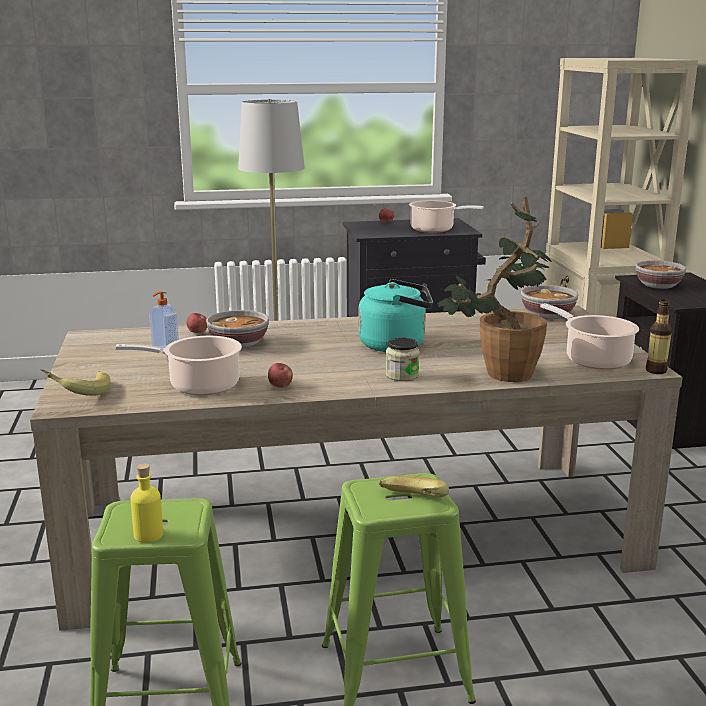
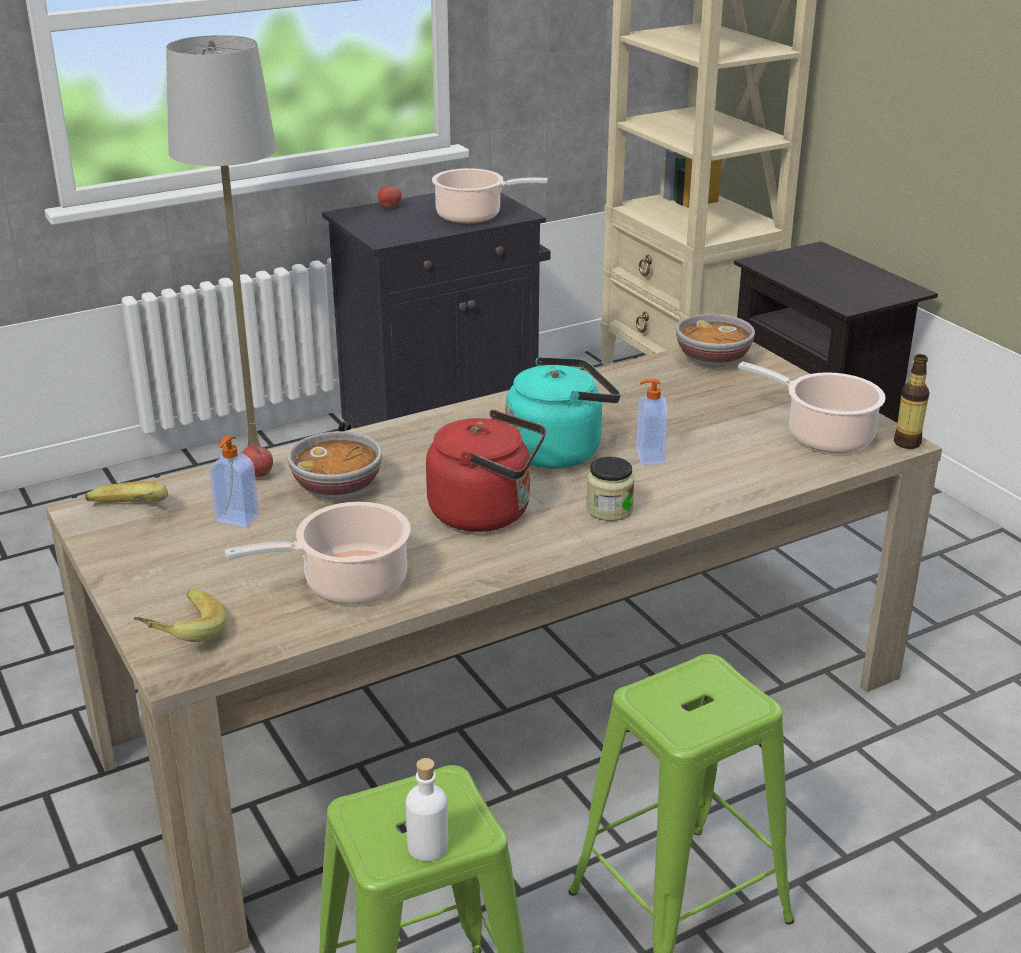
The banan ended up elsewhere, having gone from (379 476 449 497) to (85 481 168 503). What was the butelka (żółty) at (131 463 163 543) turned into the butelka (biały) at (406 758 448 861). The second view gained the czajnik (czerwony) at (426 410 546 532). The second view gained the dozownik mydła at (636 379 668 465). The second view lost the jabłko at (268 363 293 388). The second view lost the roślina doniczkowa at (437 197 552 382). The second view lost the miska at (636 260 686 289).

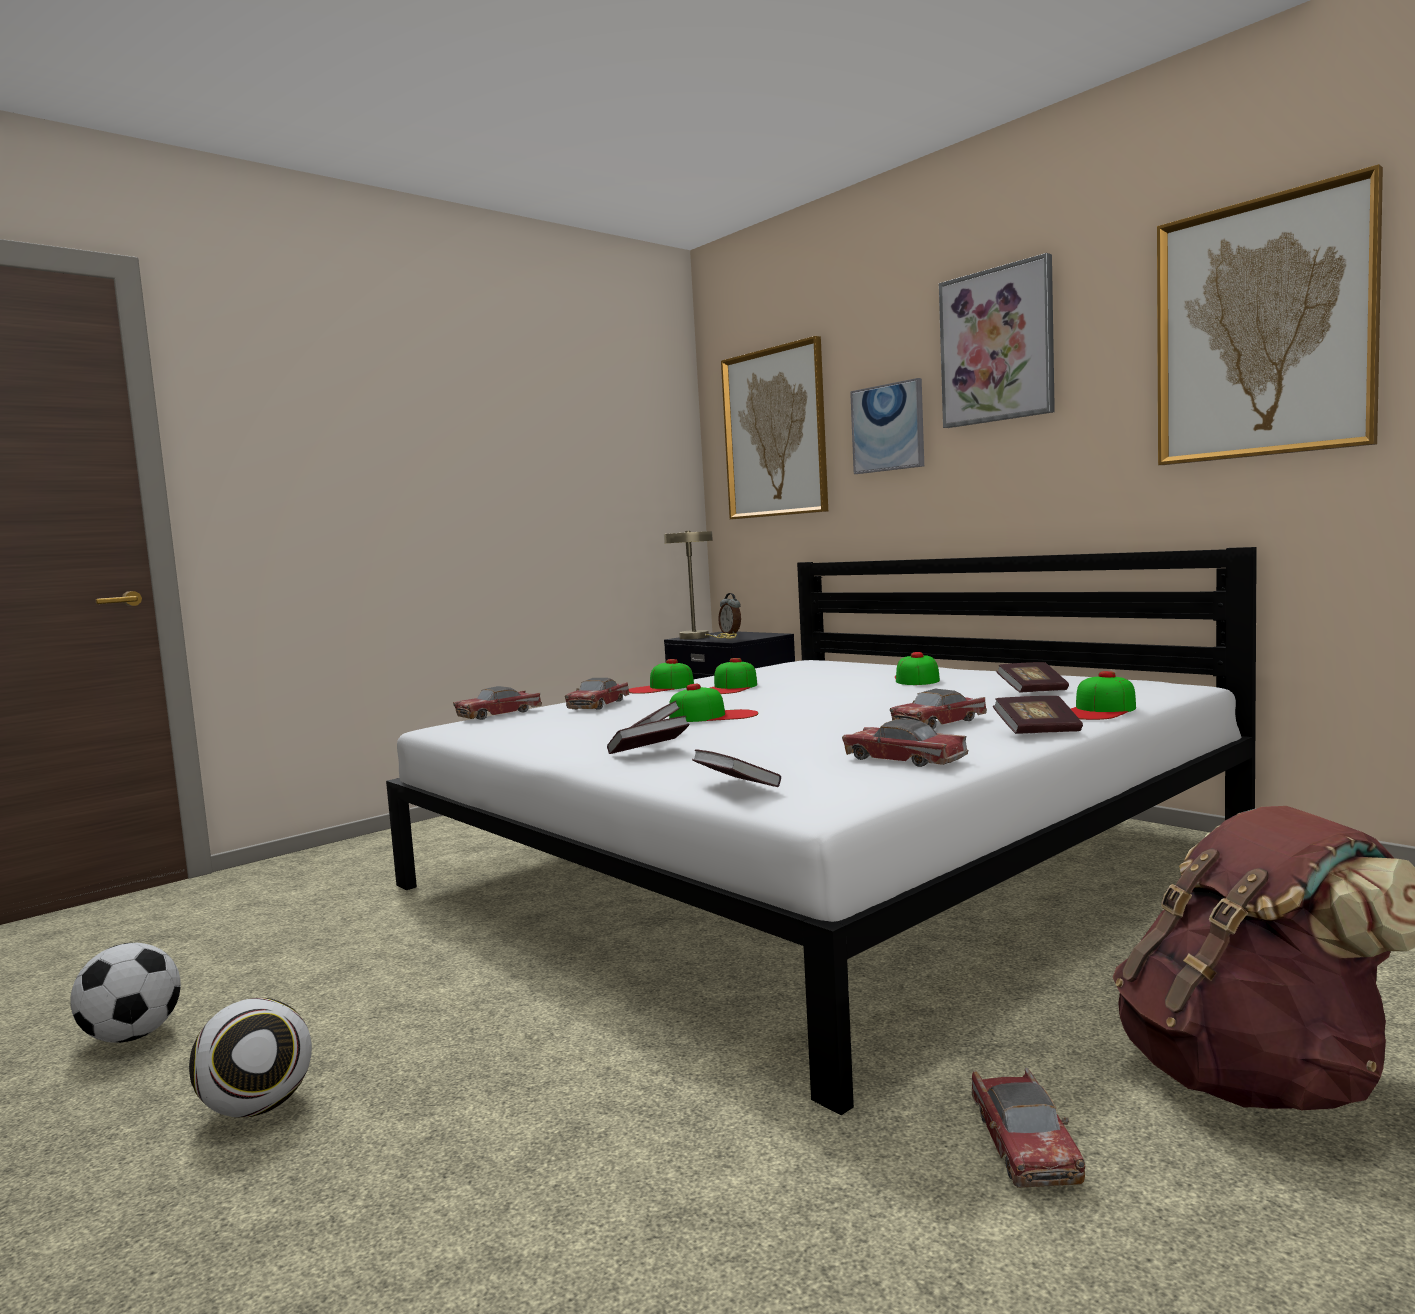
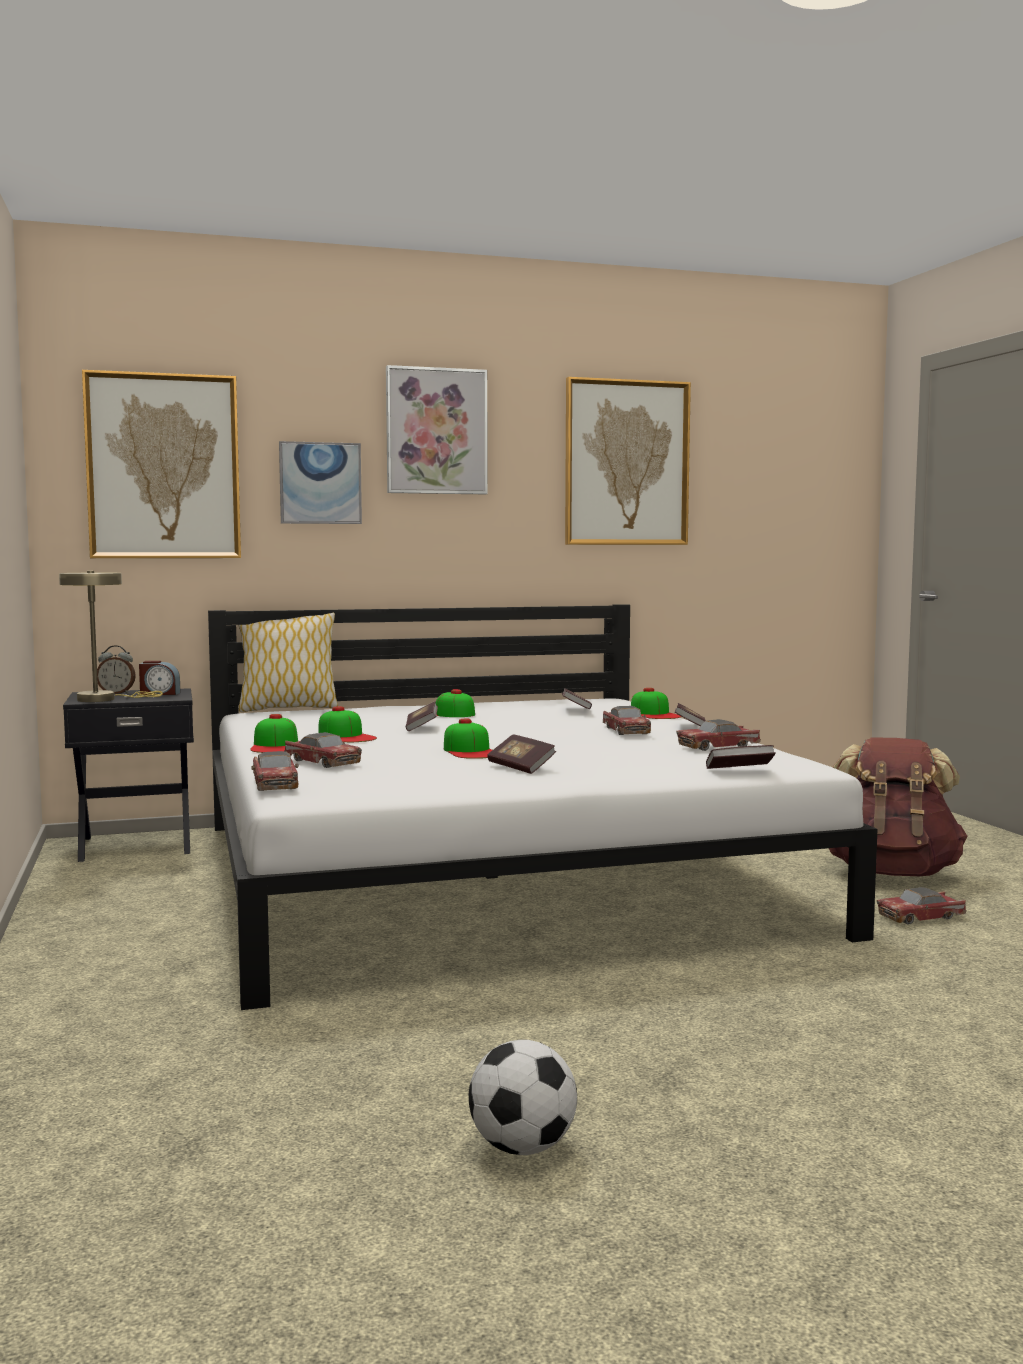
The second view gained the budzik at (139 661 181 695). The second view gained the poduszka at (238 613 339 712). The książka ended up elsewhere, having gone from (607 716 690 754) to (406 701 438 731). The czapka z daszkiem at (669 684 759 722) ended up facing another way, 135 degrees clockwise from before. The samochodzik at (972 1068 1085 1188) ended up facing another way, 135 degrees clockwise from before. The second view lost the piłka futbolowa at (189 998 312 1118).

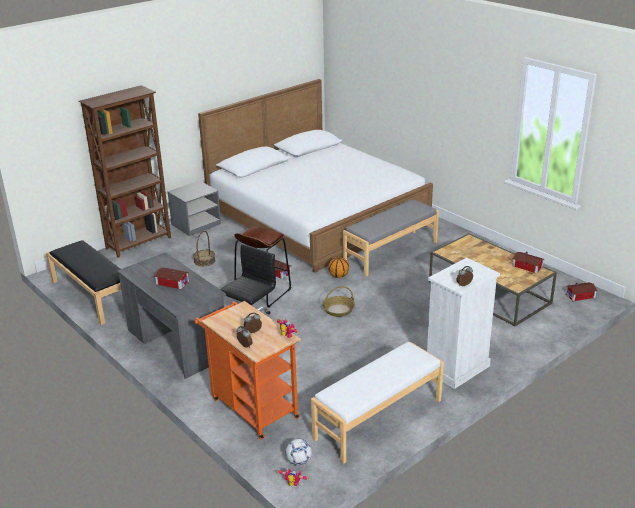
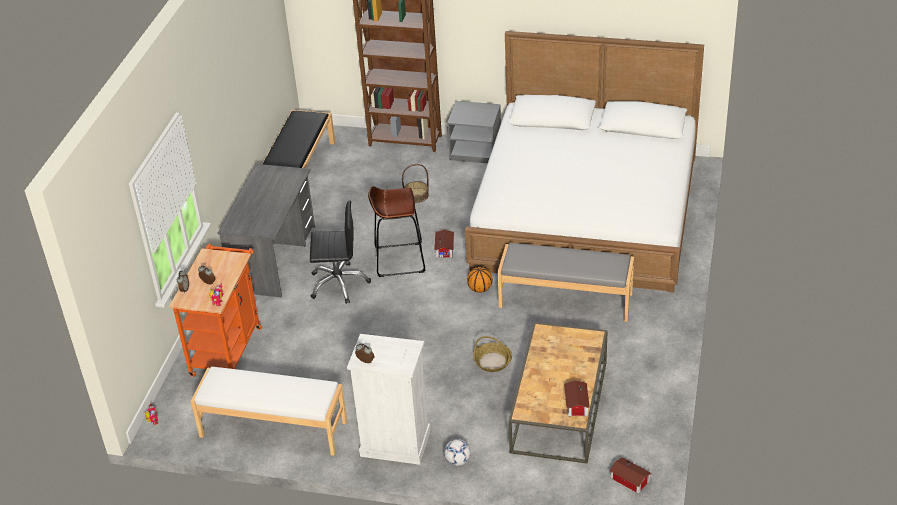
The piłka futbolowa ended up elsewhere, having gone from (285 438 312 466) to (444 439 471 466). The koszyk ended up elsewhere, having gone from (323 286 355 317) to (473 336 512 372). The second view lost the domek at (154 267 189 289).

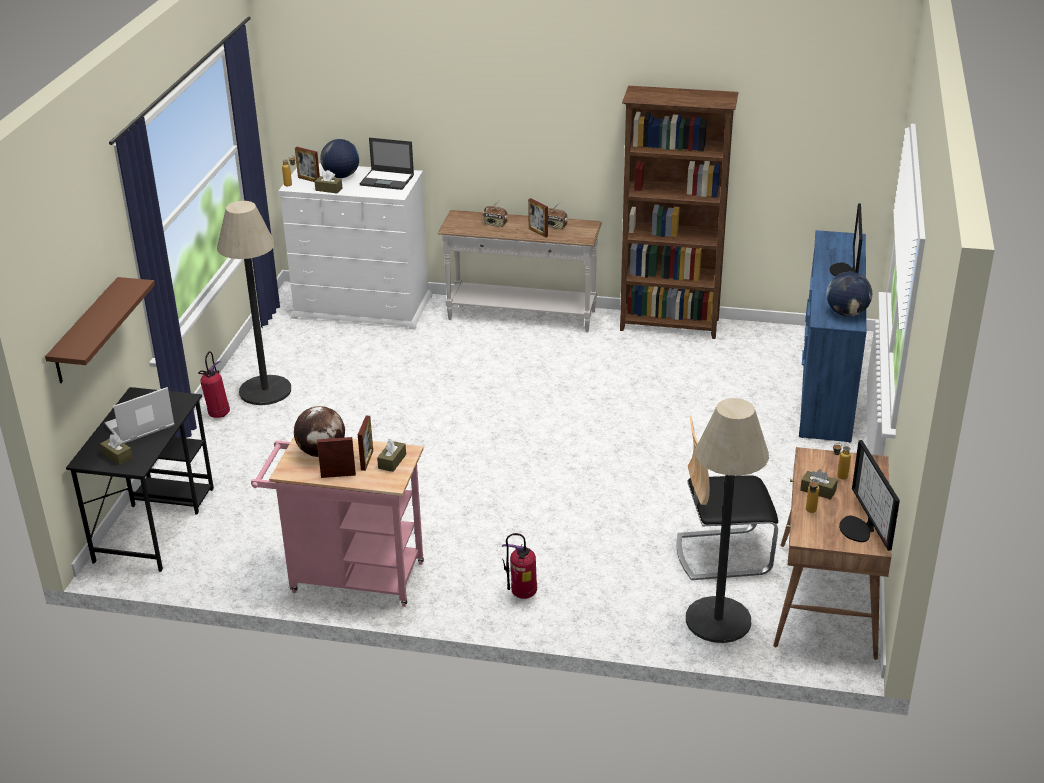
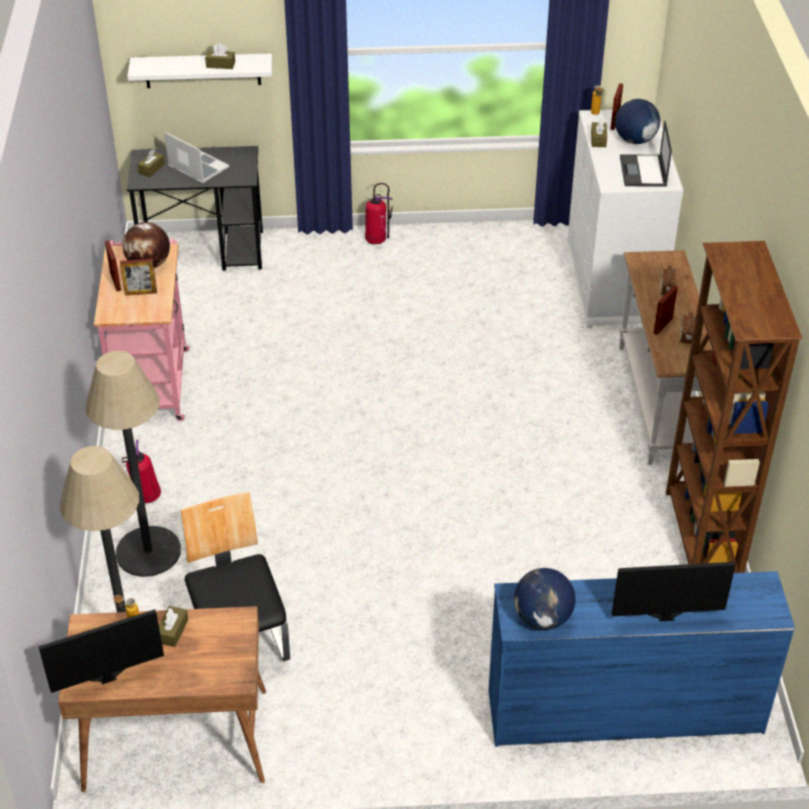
The lampa stojąca ended up elsewhere, having gone from (217 201 291 405) to (85 351 181 577). What was the półka (brązowy) at (45 277 155 383) turned into the półka (biały) at (127 53 272 88). The pudełko chusteczek (brązowy) ended up elsewhere, having gone from (377 439 406 472) to (205 44 235 69). The second view lost the butelka at (833 443 851 479).

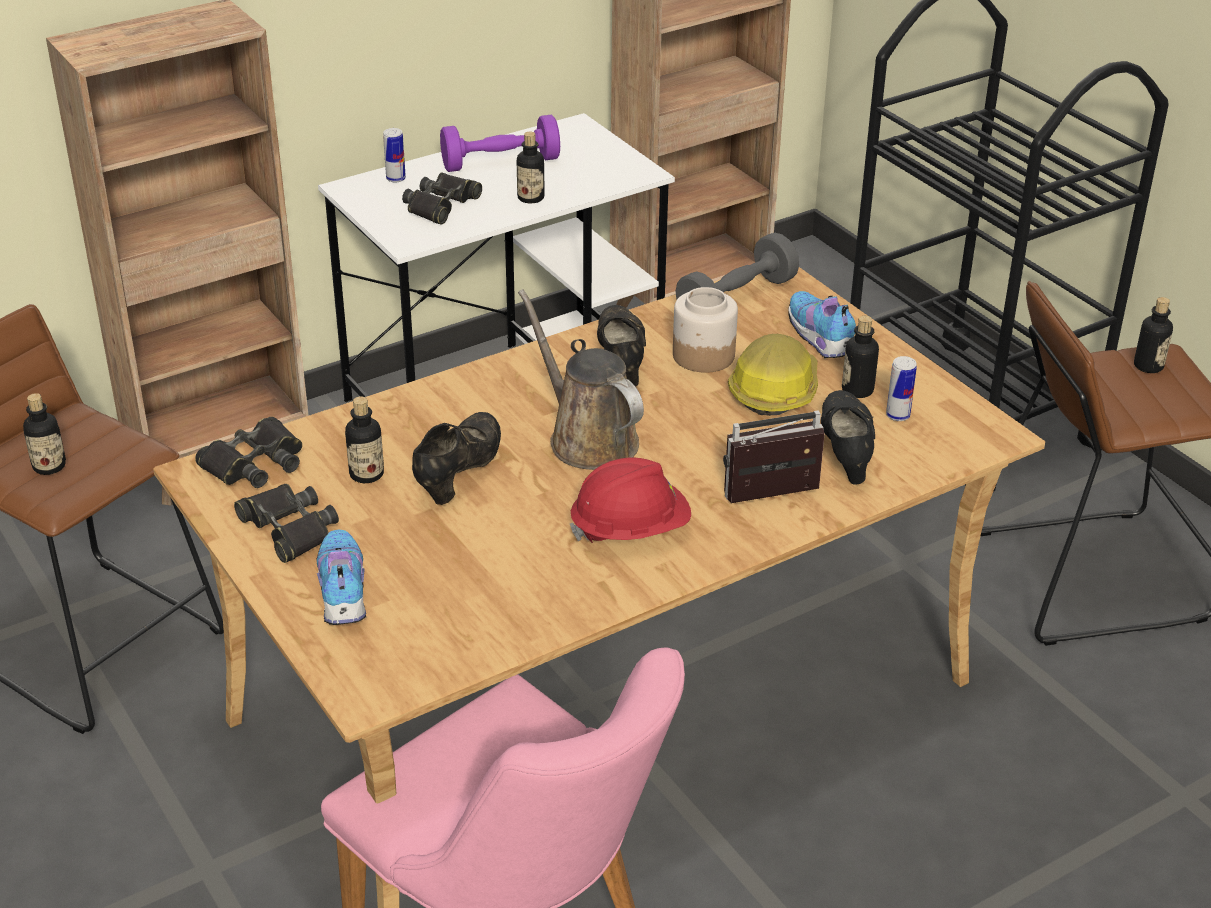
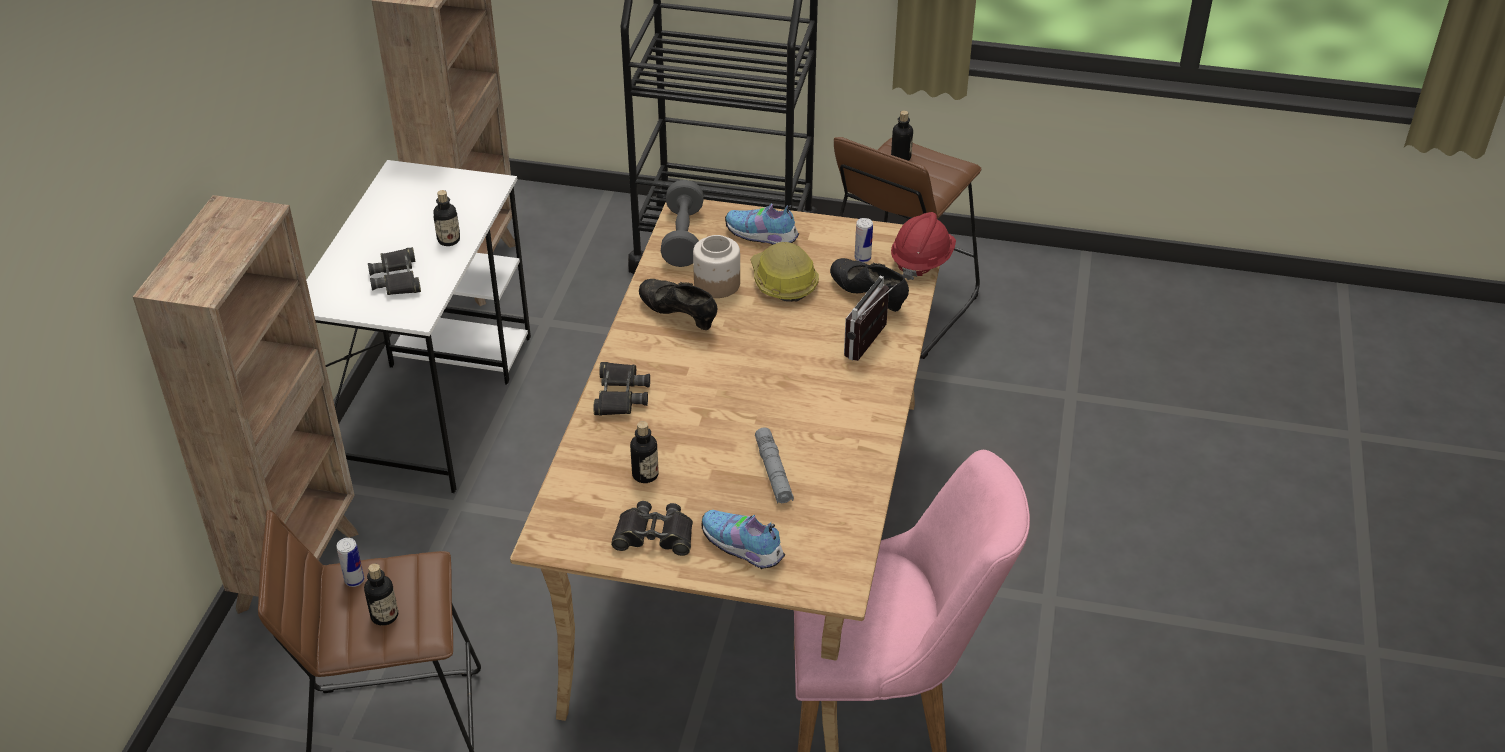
The puszka ended up elsewhere, having gone from (383 128 406 182) to (337 538 364 587). The lornetka (czarny) ended up elsewhere, having gone from (195 417 302 488) to (593 362 650 416). The second view gained the latarka (szary) at (755 427 794 504). The kask (czerwony) ended up elsewhere, having gone from (570 457 691 543) to (891 212 956 280). The second view lost the but (czarny) at (412 412 501 505). The second view lost the hantel (fioletowy) at (440 115 560 172). The second view lost the konewka (brązowy) at (518 289 644 470). The second view lost the butelka at (842 316 879 398).

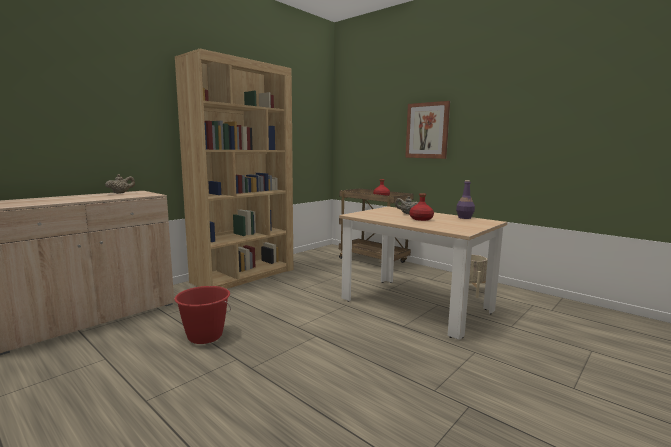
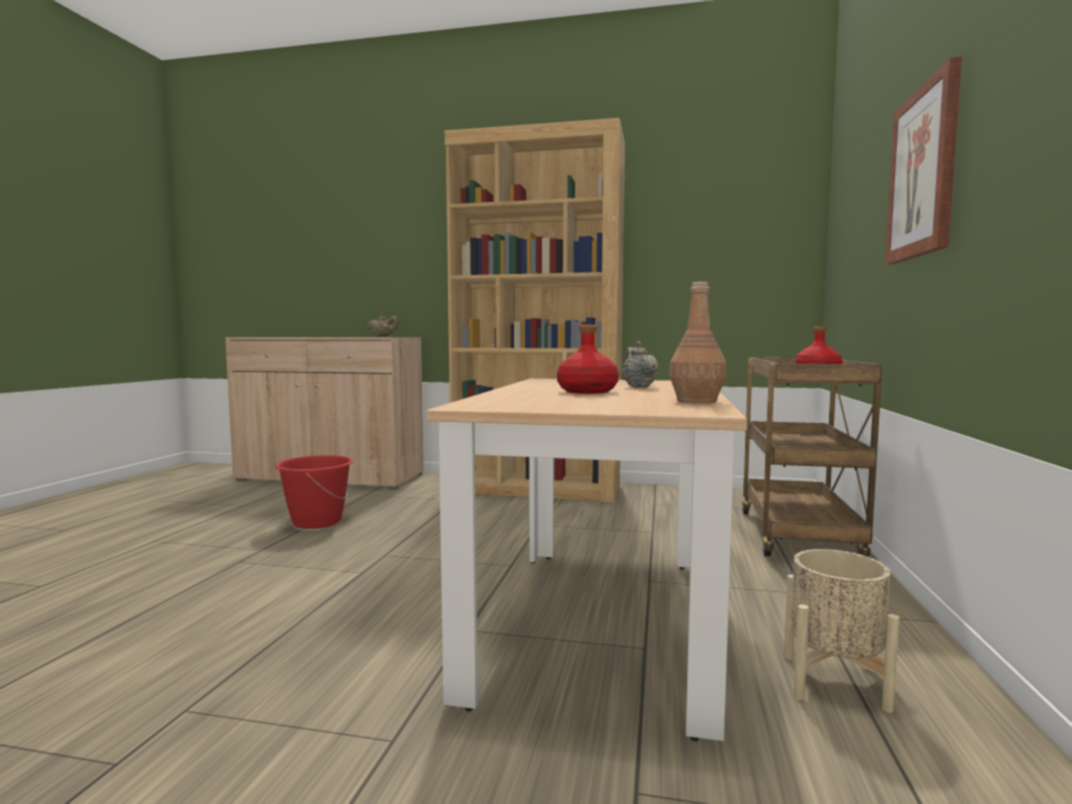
What was the butelka (fioletowy) at (456 180 475 219) turned into the butelka (brązowy) at (669 282 726 403).

